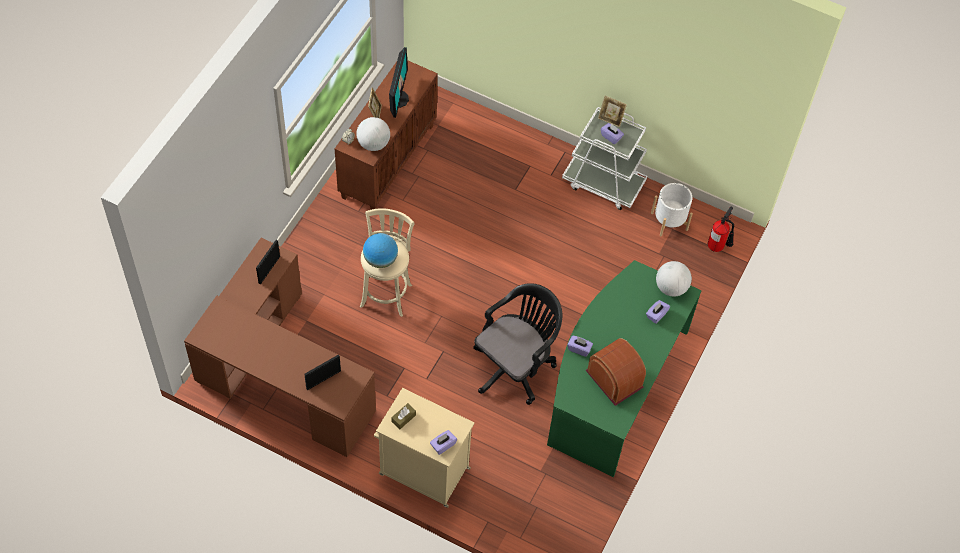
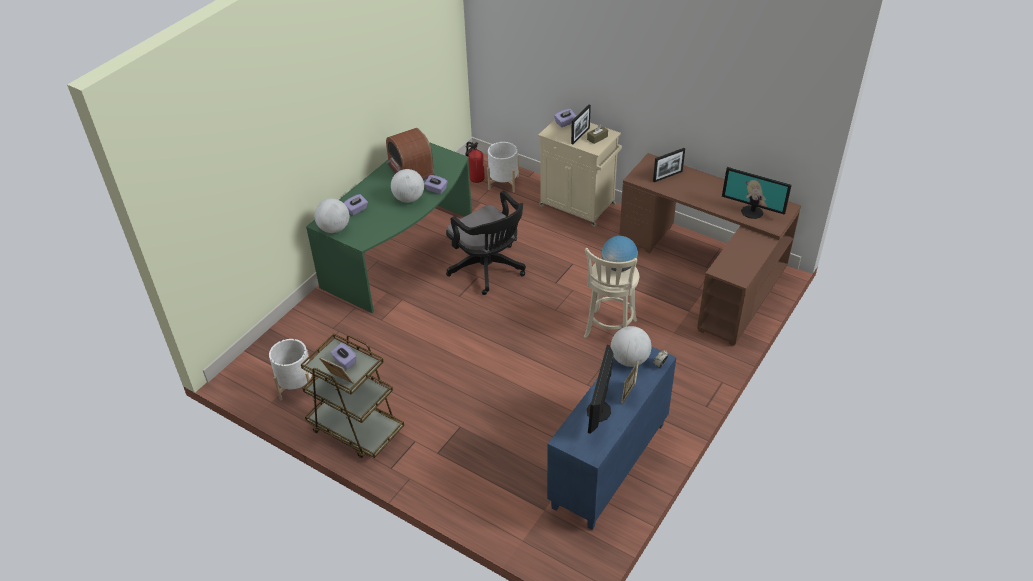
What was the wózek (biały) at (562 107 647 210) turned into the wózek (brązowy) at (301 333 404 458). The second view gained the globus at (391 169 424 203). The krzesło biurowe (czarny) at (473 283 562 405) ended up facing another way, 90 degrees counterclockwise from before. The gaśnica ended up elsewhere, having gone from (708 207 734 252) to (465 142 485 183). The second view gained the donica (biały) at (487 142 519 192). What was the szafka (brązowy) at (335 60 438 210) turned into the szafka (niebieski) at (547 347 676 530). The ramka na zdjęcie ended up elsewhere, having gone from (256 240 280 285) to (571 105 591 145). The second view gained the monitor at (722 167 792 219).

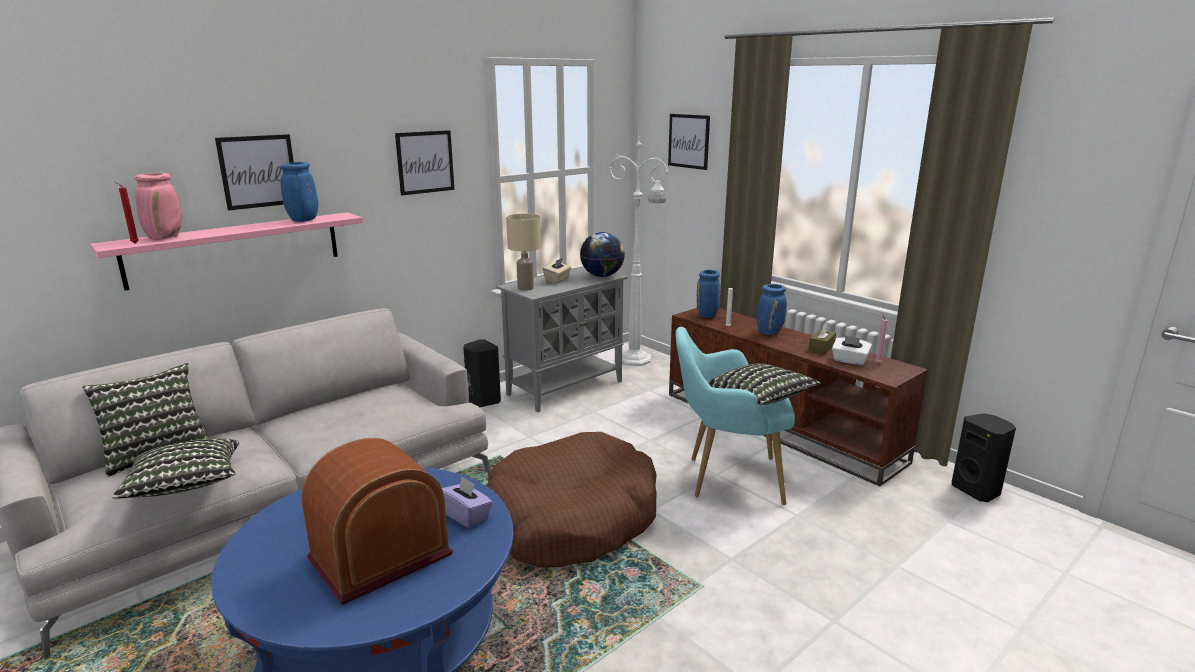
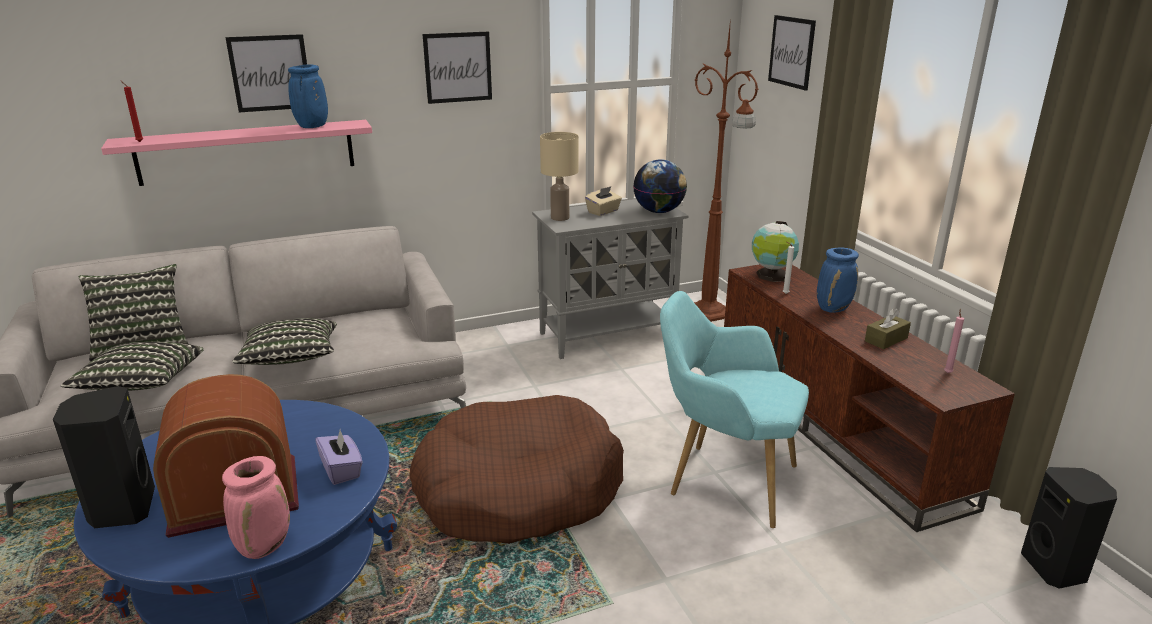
The głośnik (czarny) ended up elsewhere, having gone from (463 340 501 407) to (53 386 155 528). The wazon (różowy) ended up elsewhere, having gone from (134 173 182 240) to (222 456 290 559). The poduszka ended up elsewhere, having gone from (708 363 820 405) to (232 318 337 365). What was the lampa stojąca (biały) at (609 128 668 366) turned into the lampa stojąca (brązowy) at (694 26 758 322). Where the wazon (niebieski) stood at (697 270 720 318), the globus came to stand at (752 221 799 282). The second view lost the pudełko chusteczek (biały) at (832 335 872 366).

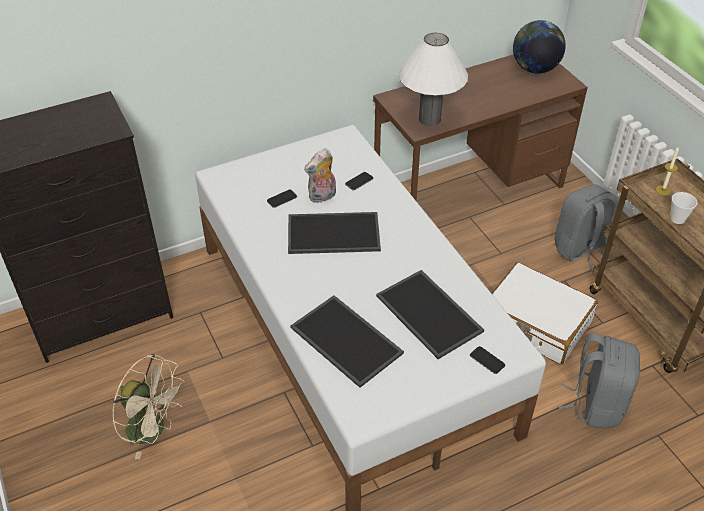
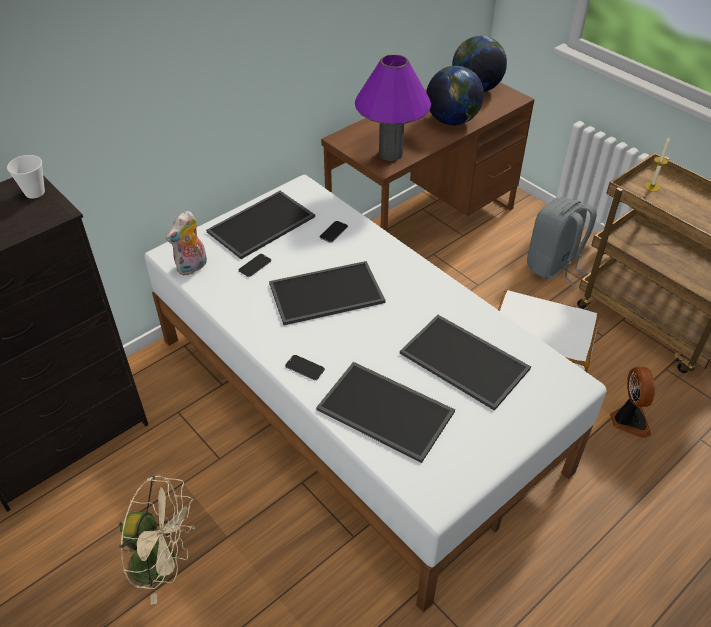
The filiżanka ended up elsewhere, having gone from (670 192 697 224) to (7 155 45 199). The pluszak ended up elsewhere, having gone from (304 148 336 203) to (166 211 207 275). The second view gained the taca at (206 191 315 259). The telefon ended up elsewhere, having gone from (470 346 505 374) to (285 355 325 380). What was the lampa stołowa (biały) at (399 33 468 126) turned into the lampa stołowa (fioletowy) at (355 54 431 161). The second view gained the globus at (426 66 484 125). Where the plecak (szary) stood at (559 333 640 429), the wentylator came to stand at (610 367 655 438).

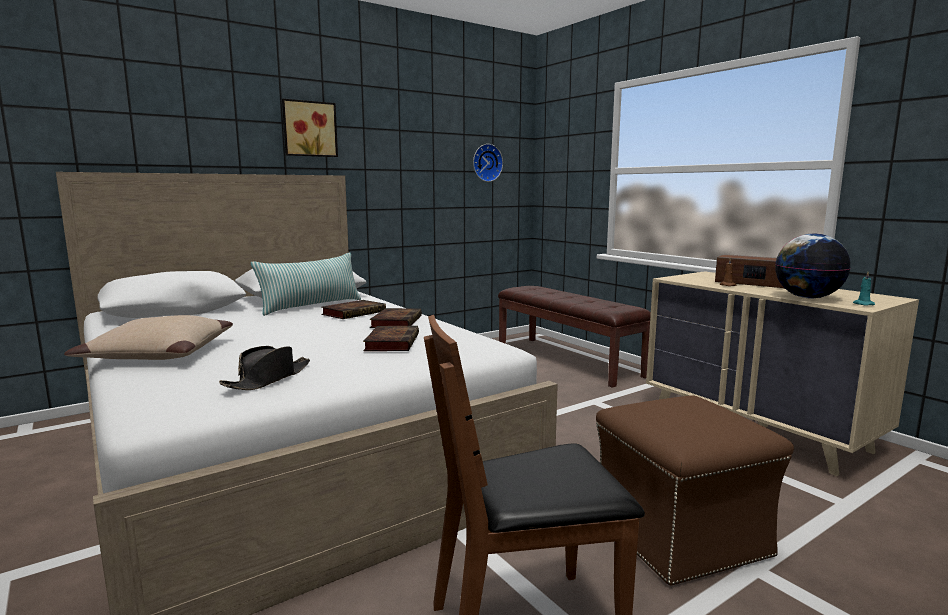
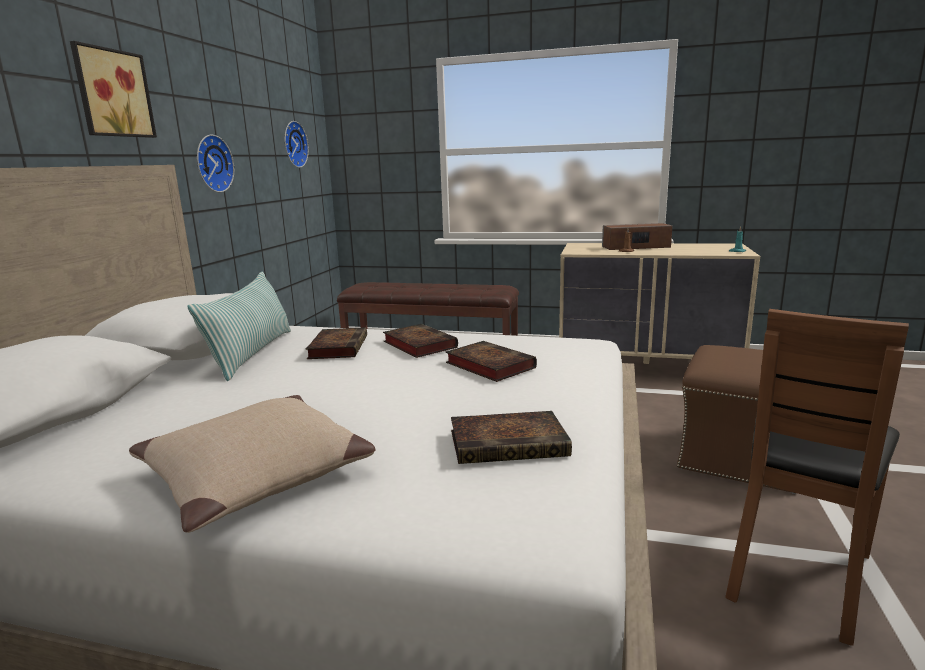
The second view gained the zegar ścienny at (197 135 234 192). Where the kapelusz (czarny) stood at (219 346 310 390), the książka came to stand at (451 411 572 464). The second view lost the globus at (775 234 851 299).

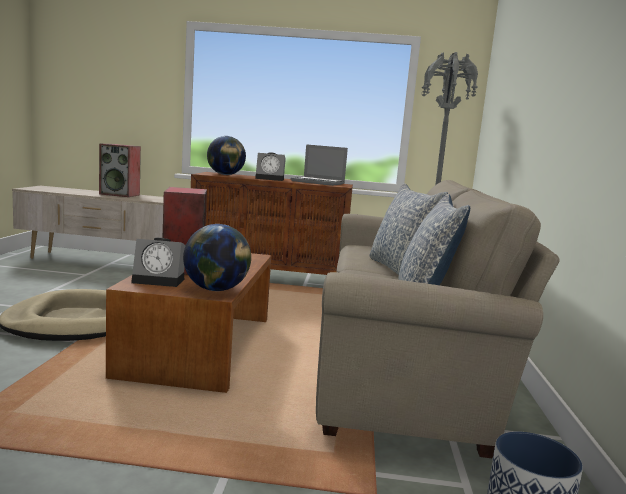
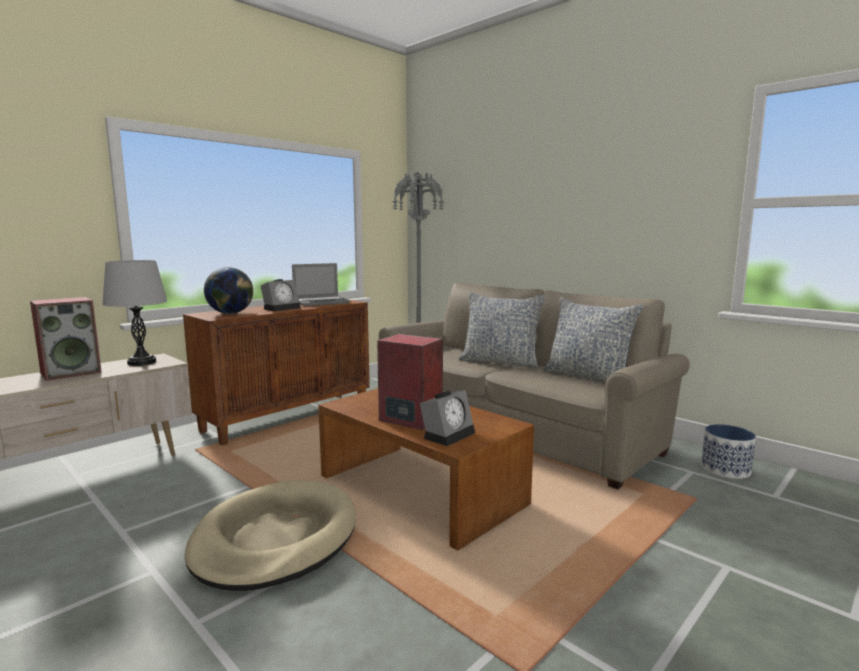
The second view gained the lampa stołowa (szary) at (102 260 167 366). The second view lost the globus at (183 224 251 291).

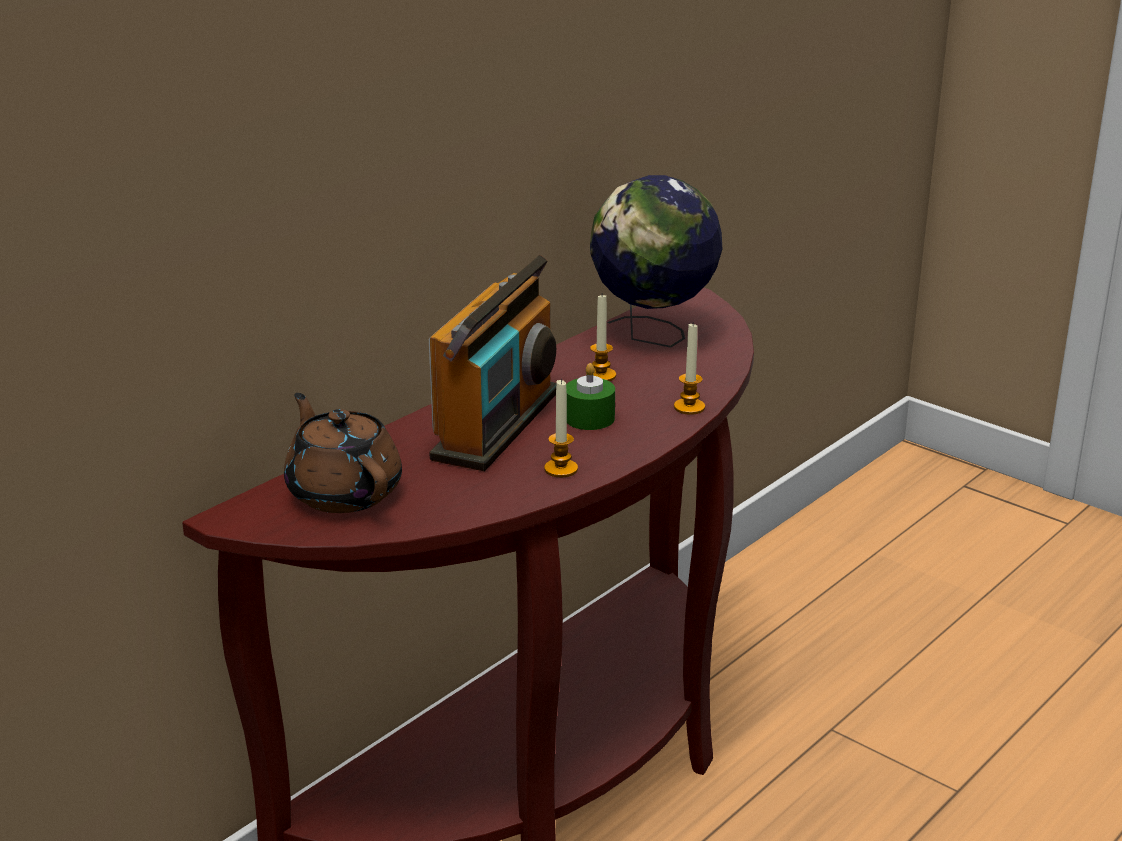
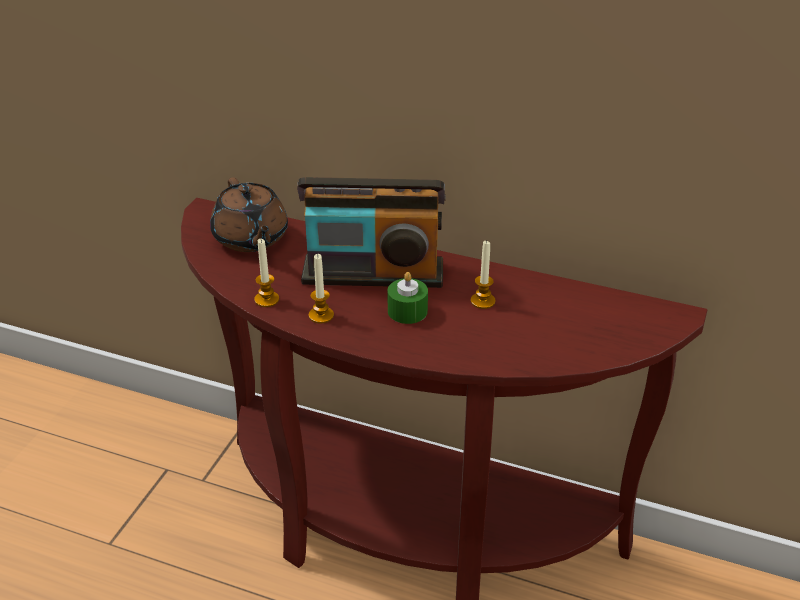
The imbryk (brązowy) at (284 393 402 513) ended up facing another way, 120 degrees clockwise from before. The świeca ended up elsewhere, having gone from (674 324 705 415) to (254 239 279 307). The second view lost the globus at (590 175 722 348).

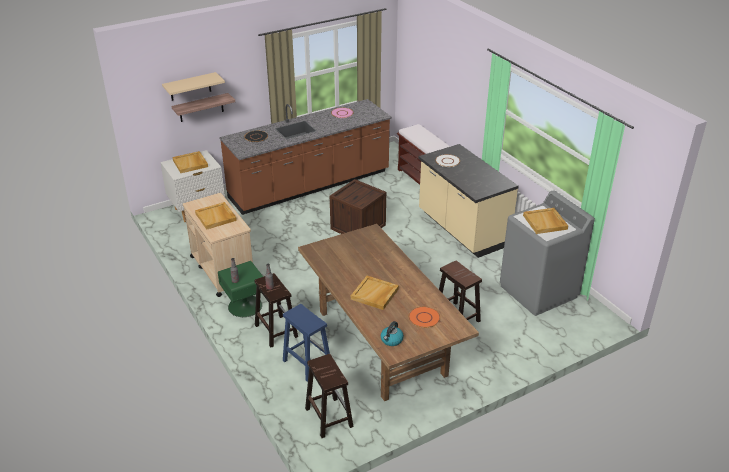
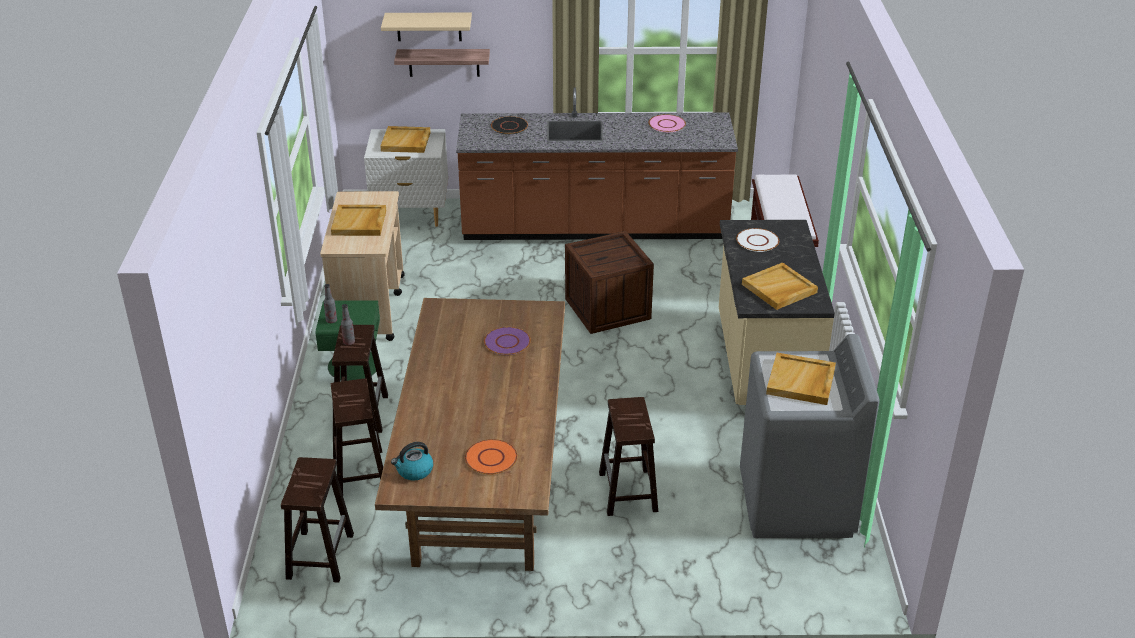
What was the stołek (niebieski) at (283 304 330 382) turned into the stołek (brązowy) at (331 378 383 495). The second view gained the talerz (fioletowy) at (484 327 531 355). The taca (beżowy) ended up elsewhere, having gone from (351 276 399 310) to (742 263 818 310).

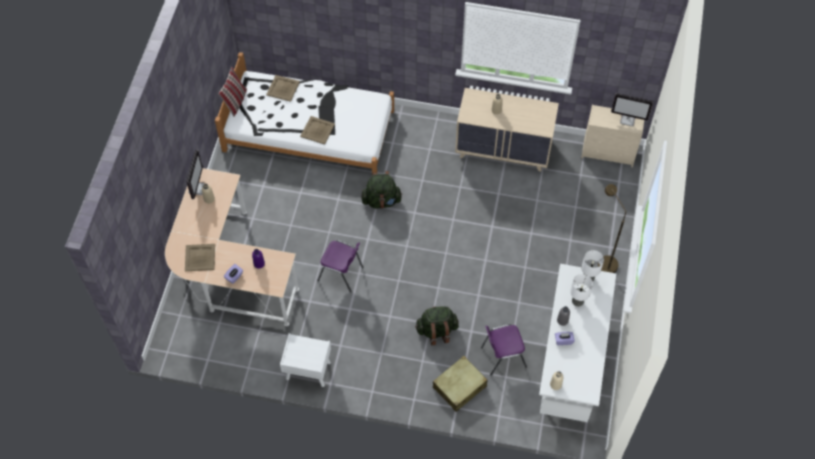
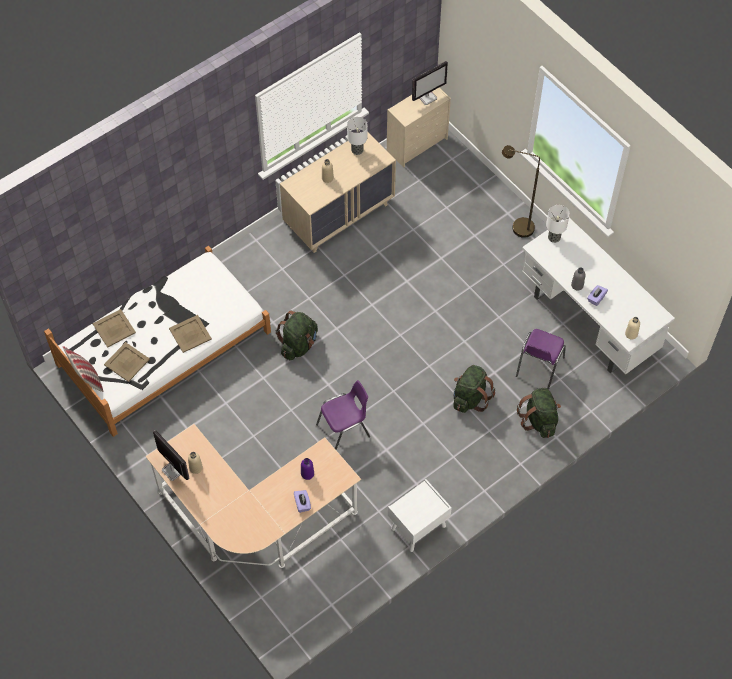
The taca (beżowy) ended up elsewhere, having gone from (185 244 215 271) to (104 342 150 382). The lampa stołowa ended up elsewhere, having gone from (570 274 593 307) to (347 117 368 155). Where the walizka (beżowy) stood at (433 356 487 412), the plecak (zielony) came to stand at (517 388 561 438).

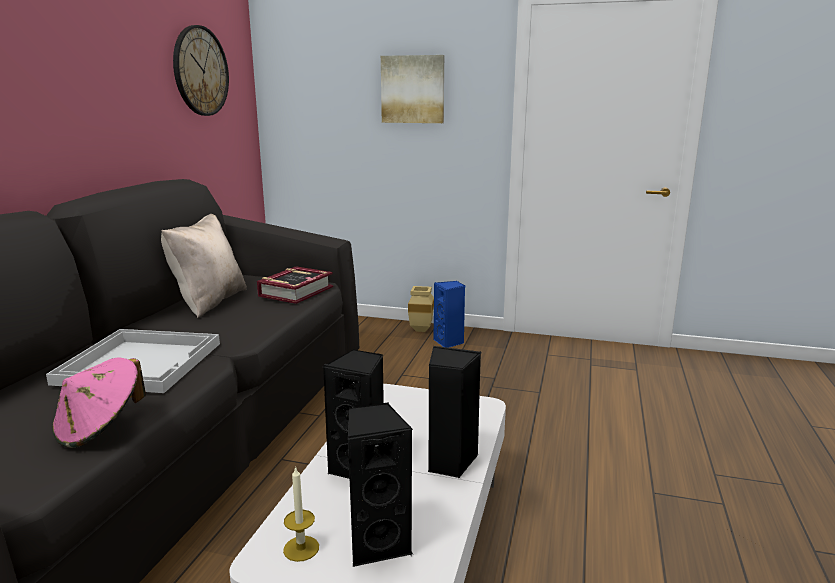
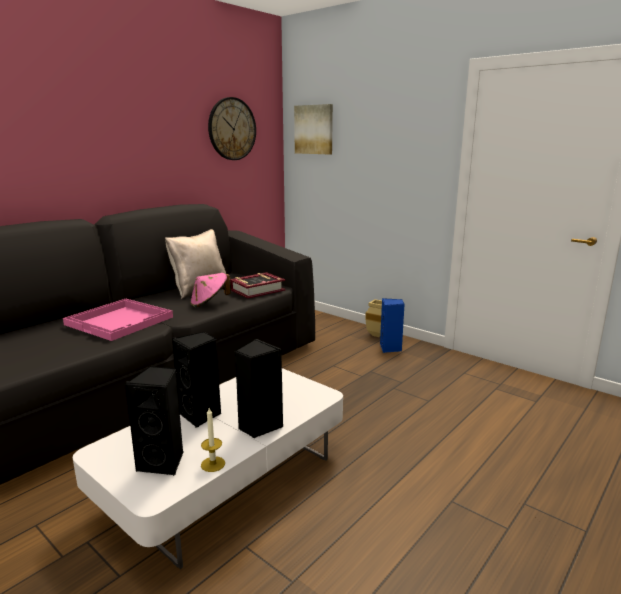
What was the taca (biały) at (46 329 220 393) turned into the taca (różowy) at (63 299 173 341). The kapelusz (różowy) ended up elsewhere, having gone from (53 357 146 448) to (190 273 231 308). The świeca ended up elsewhere, having gone from (283 466 319 562) to (201 408 225 472). The obraz ended up elsewhere, having gone from (381 55 444 123) to (294 104 333 154).

